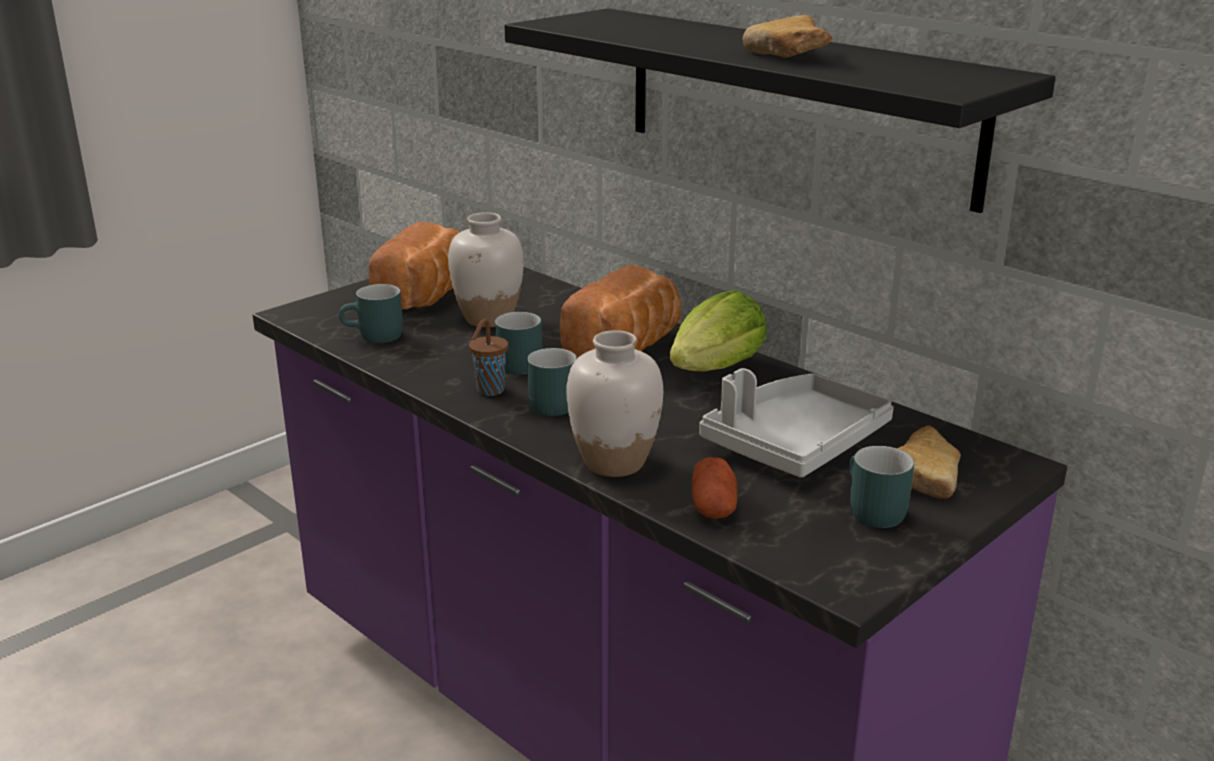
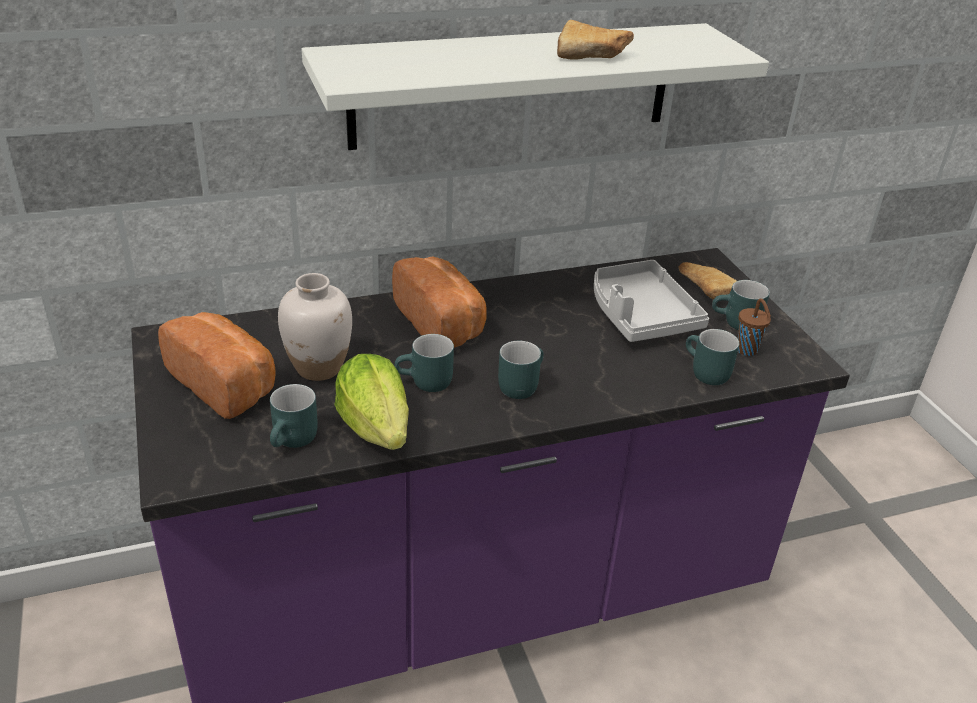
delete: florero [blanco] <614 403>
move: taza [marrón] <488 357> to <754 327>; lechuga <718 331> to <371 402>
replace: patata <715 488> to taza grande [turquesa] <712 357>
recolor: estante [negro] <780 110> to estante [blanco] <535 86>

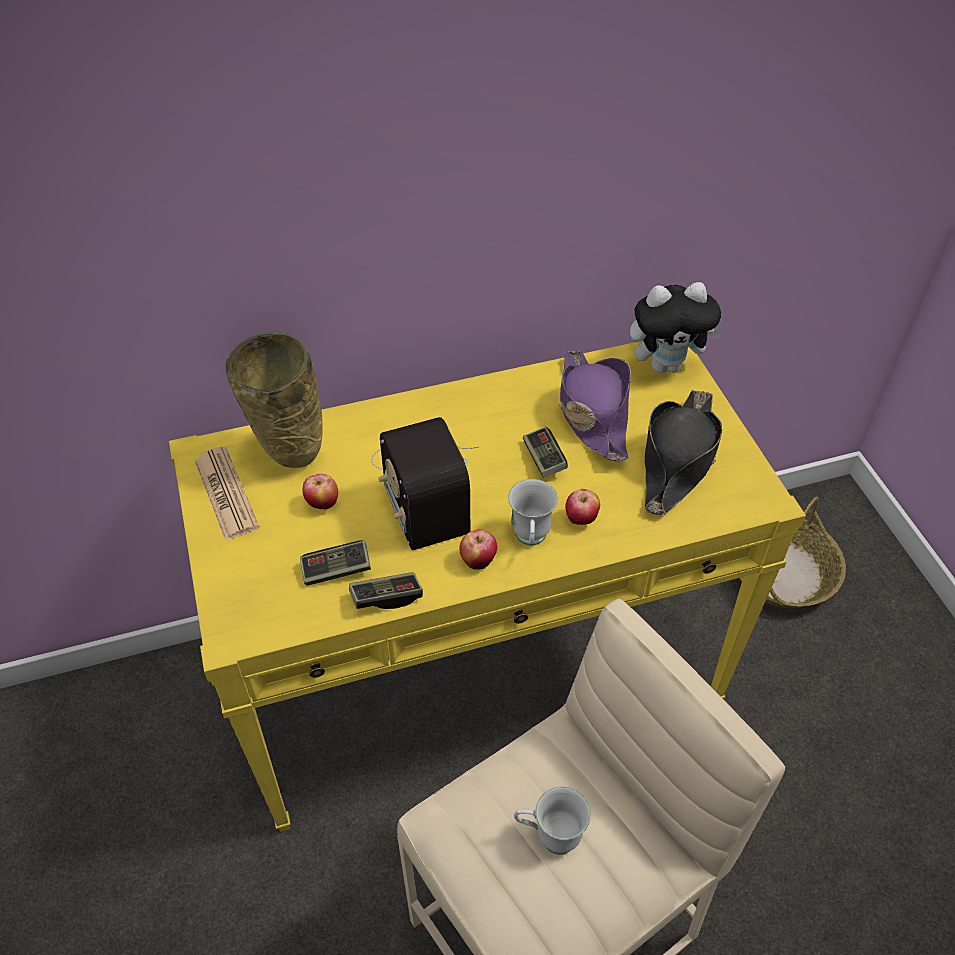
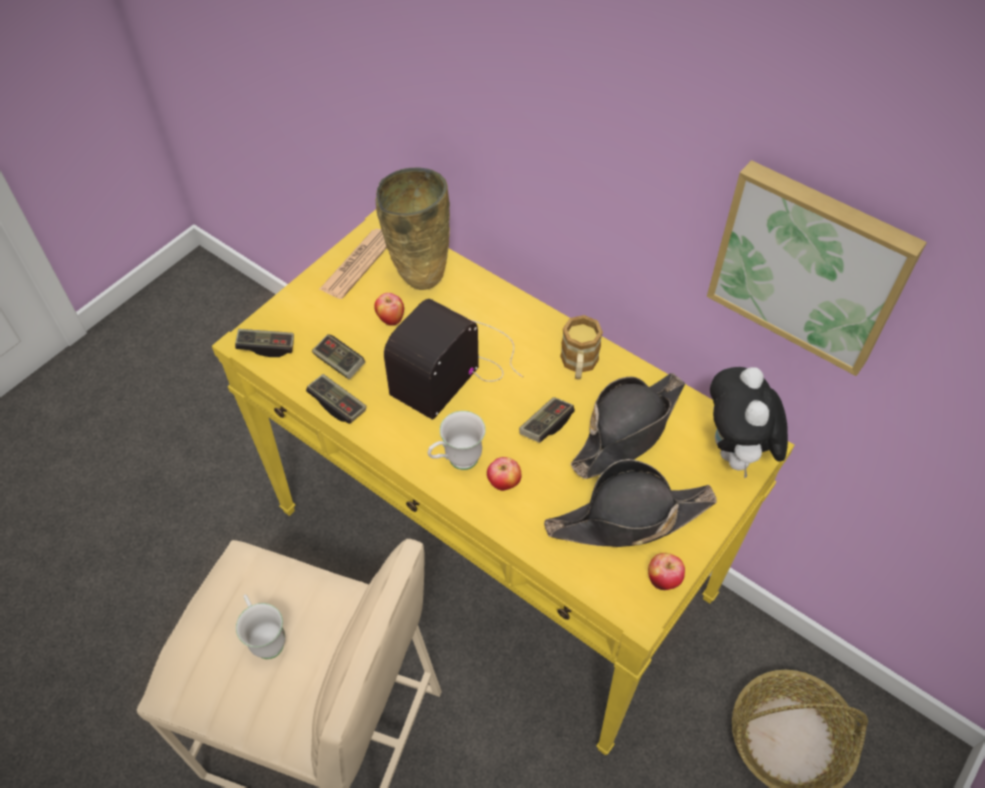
insert: mando de consola <264 343>; taza grande <581 347>; cuadro <817 268>
move: manzana <478 549> to <666 571>
recolor: sombrero [morado] <595 405> to sombrero [negro] <628 426>
rotate: peluche <676 327> = <749 423> 45 degrees clockwise

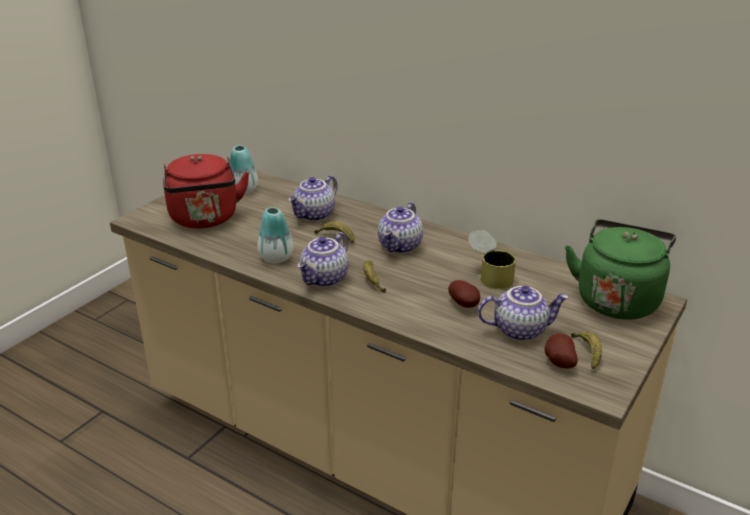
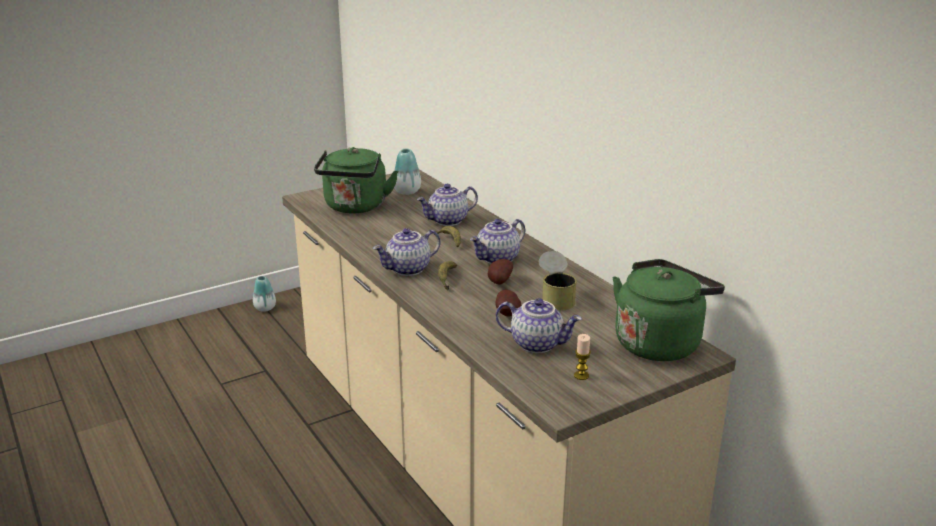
move: florero <275 235> to <264 294>; patata <561 351> to <500 272>
replace: plátano <586 350> to vela <582 357>
recolor: hervidor [rojo] <206 191> to hervidor [verde] <356 180>

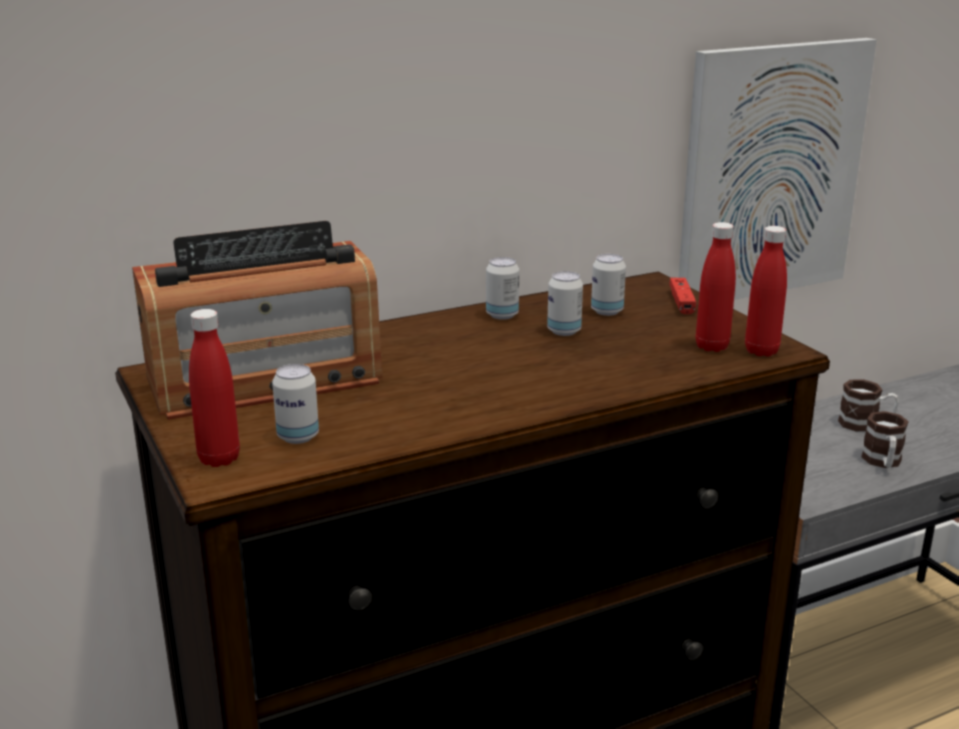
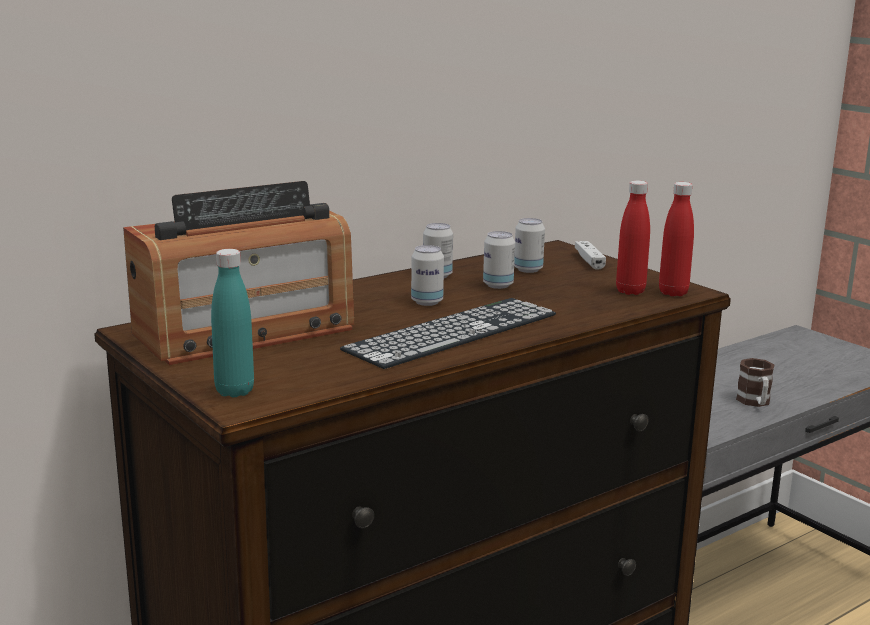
delete: cuadro <777 169>; taza grande <868 405>
insert: teclado <448 333>
move: lata <295 404> to <427 275>
recolor: botella [rojo] <214 388> to botella [turquesa] <232 323>; mando de consola [rojo] <682 296> to mando de consola [blanco] <590 255>

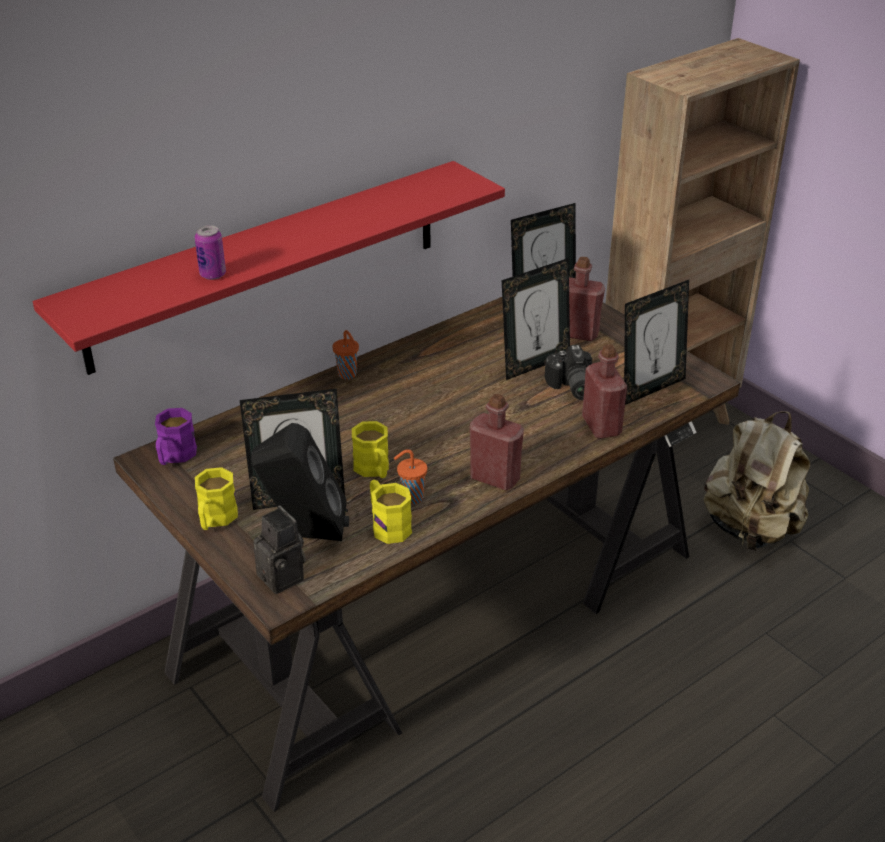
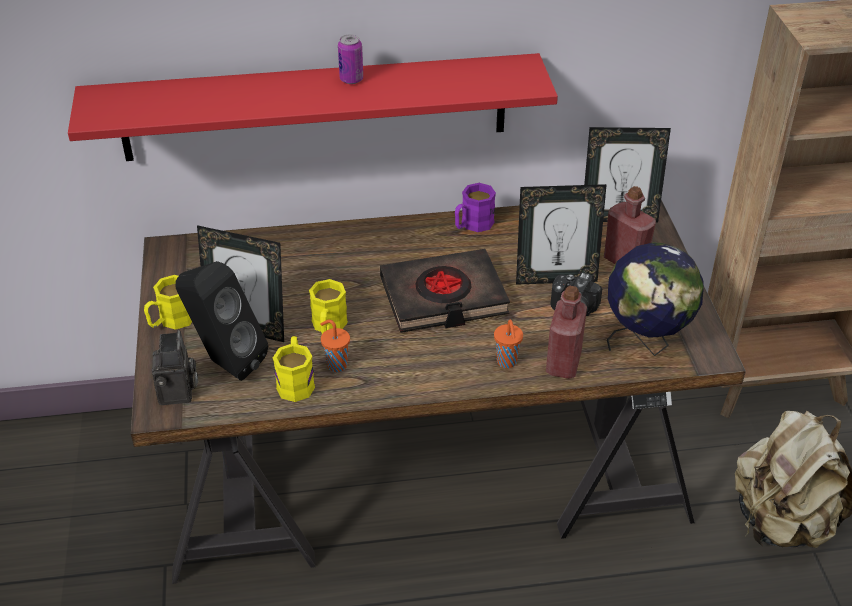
delete: botella [rojo] <497 442>
insert: libro [negro] <445 291>
move: taza grande [morado] <176 436> to <475 207>; lata <210 252> to <350 59>; taza [naranja] <345 354> to <508 343>
replace: portarretratos <656 342> to globo terráqueo <655 299>

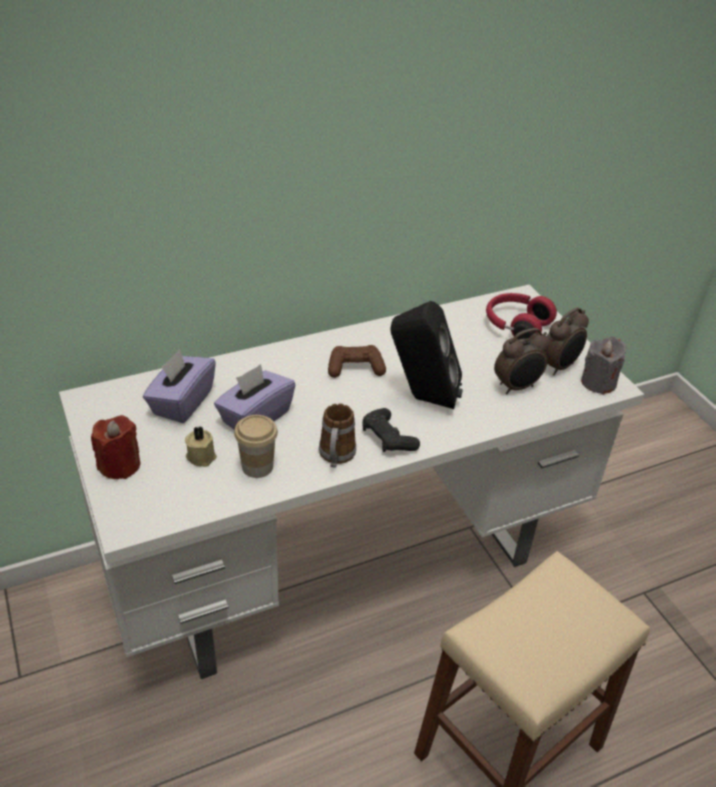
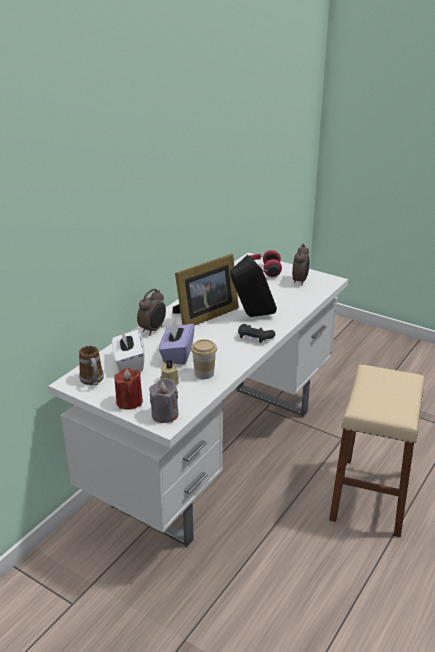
move: taza grande <337 435> to <91 366>; despertador <521 361> to <151 312>; vela [gris] <603 366> to <164 400>
replace: mando de consola [marrón] <357 361> to portarretratos <206 289>
recolor: caja de pañuelos [morado] <179 386> to caja de pañuelos [blanco] <128 350>

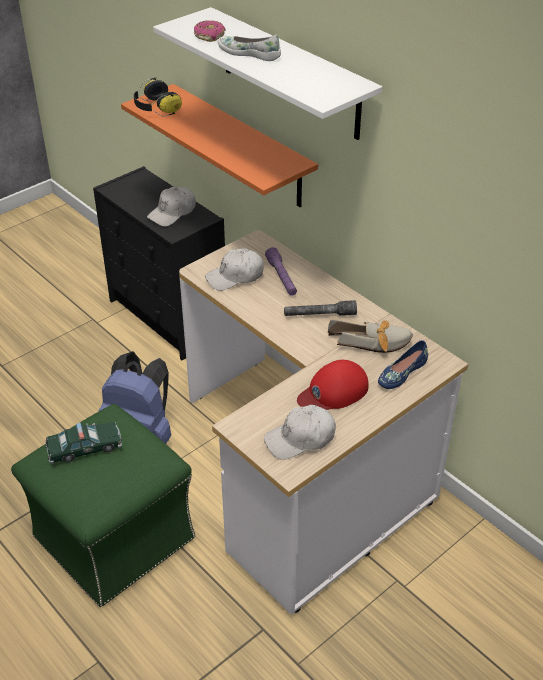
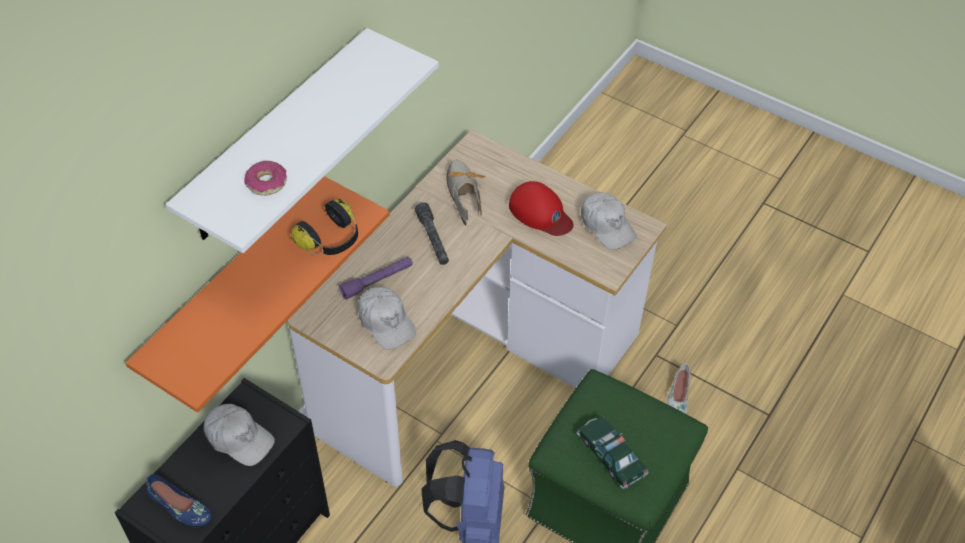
move: auriculares <158 97> to <324 227>; zapato [blanco] <249 48> to <679 389>; zapato [azul] <403 364> to <179 500>

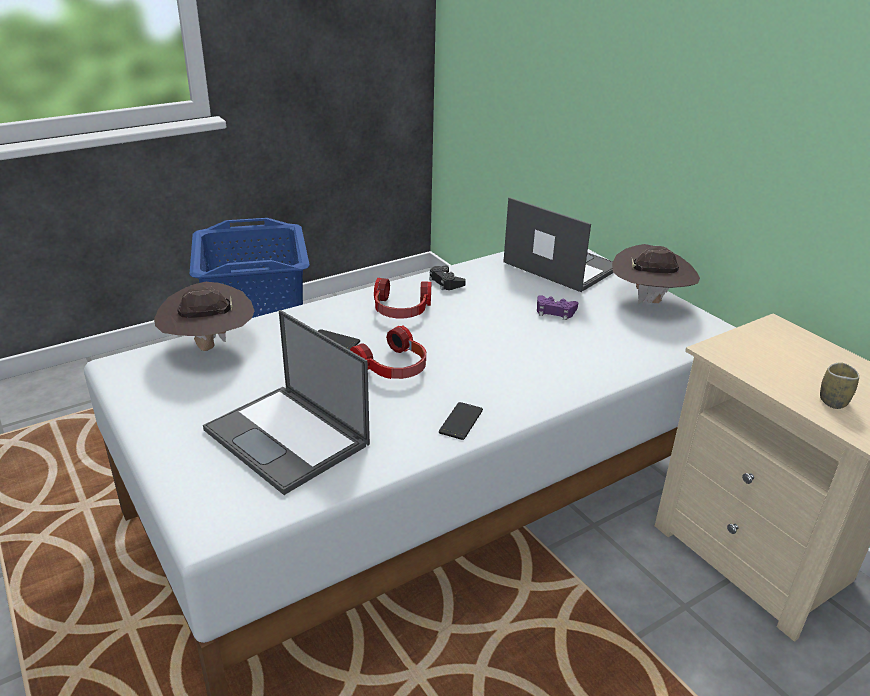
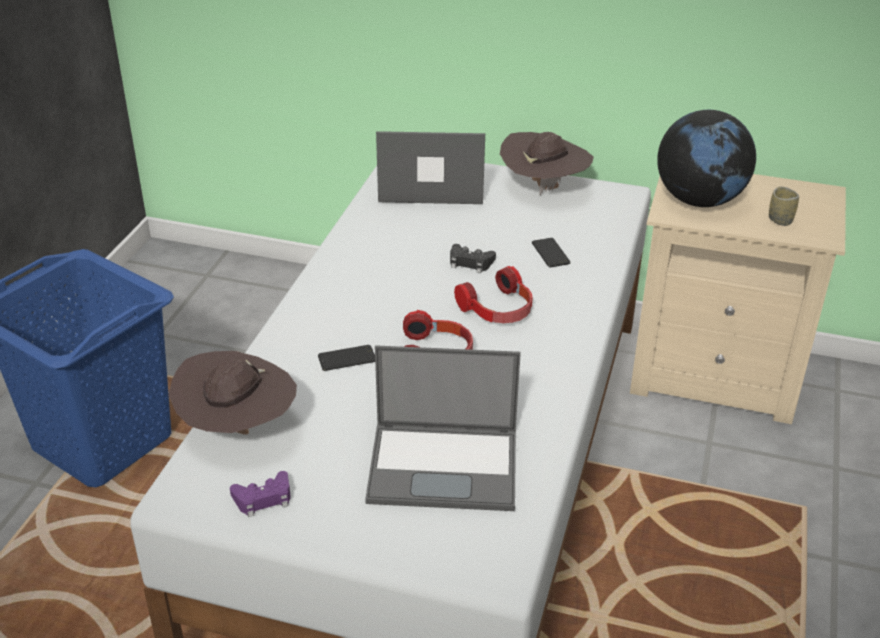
insert: globo terráqueo <706 158>
move: auriculares <402 298> to <493 294>; mando de consola [negro] <447 278> to <473 258>; móvil <461 421> to <551 253>; mando de consola [morado] <557 307> to <260 494>

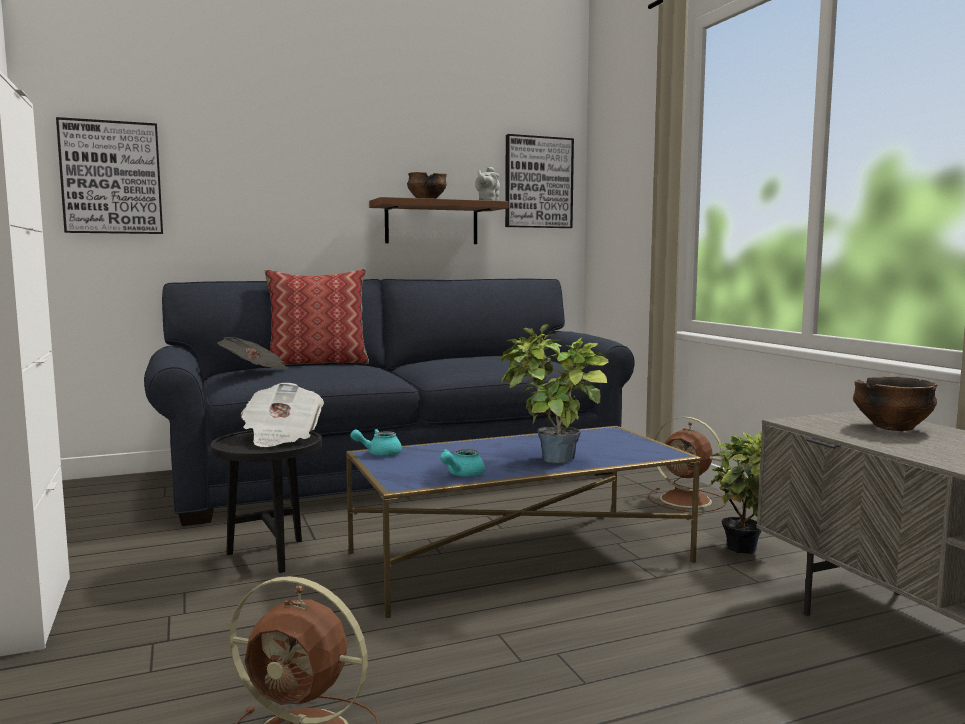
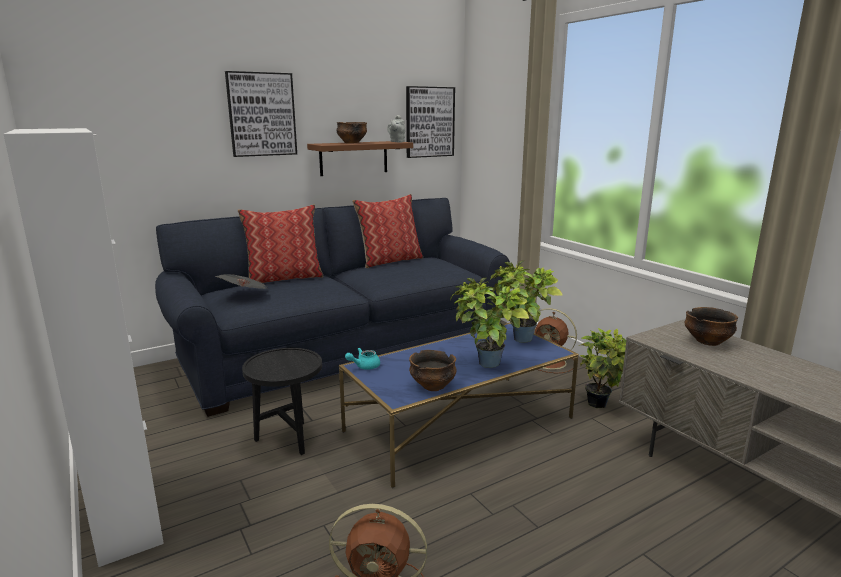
delete: periódico <282 415>
insert: cojín <387 231>; planta en maceta <525 301>
move: cuadro <109 175> to <261 114>
replace: tetera [turquesa] <462 463> to cuenco <433 370>

